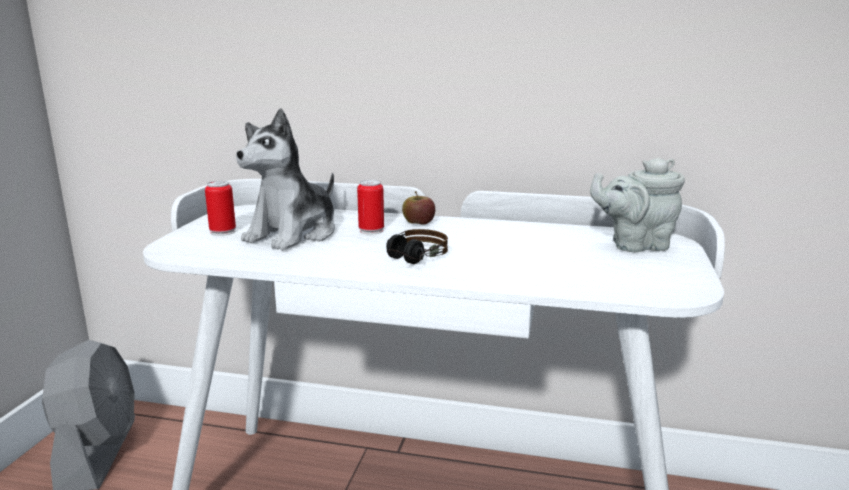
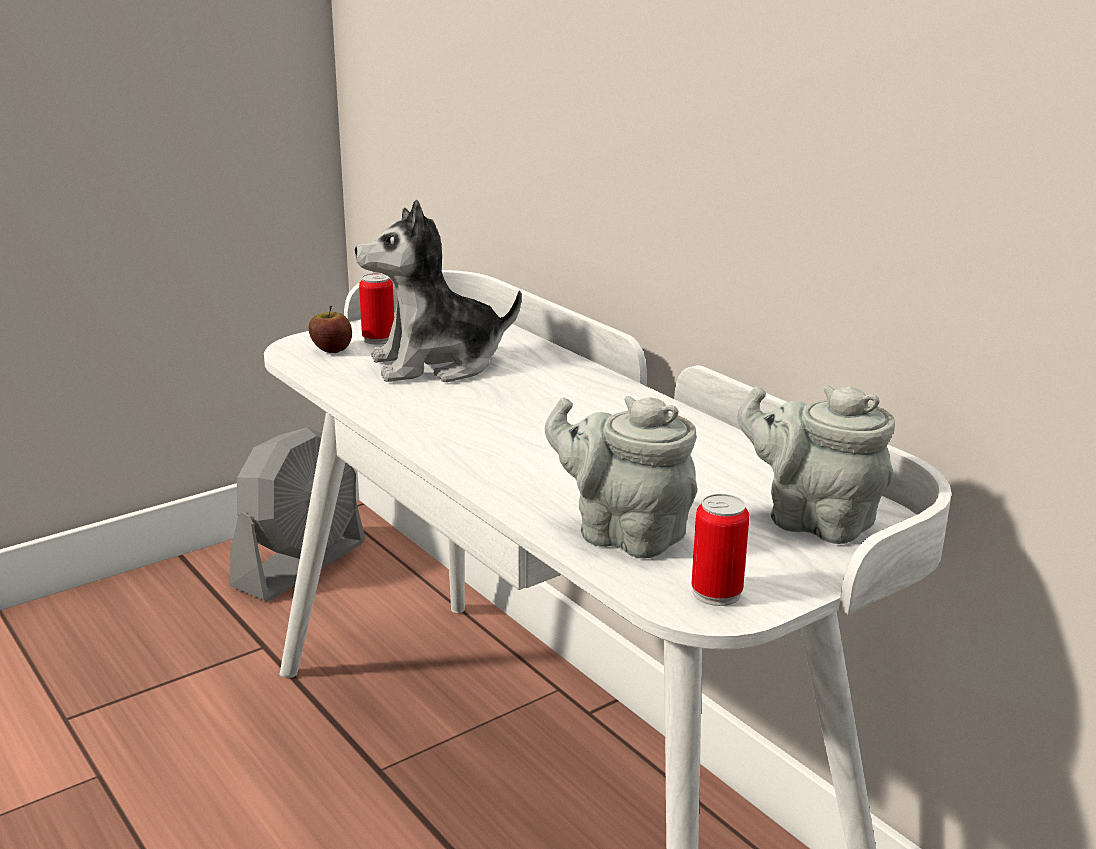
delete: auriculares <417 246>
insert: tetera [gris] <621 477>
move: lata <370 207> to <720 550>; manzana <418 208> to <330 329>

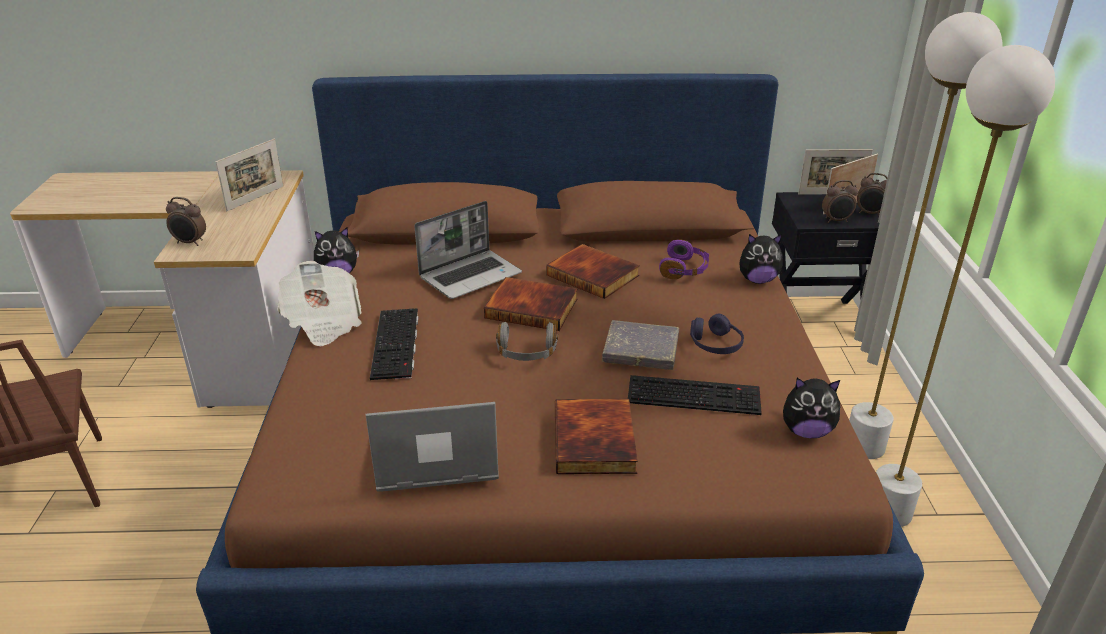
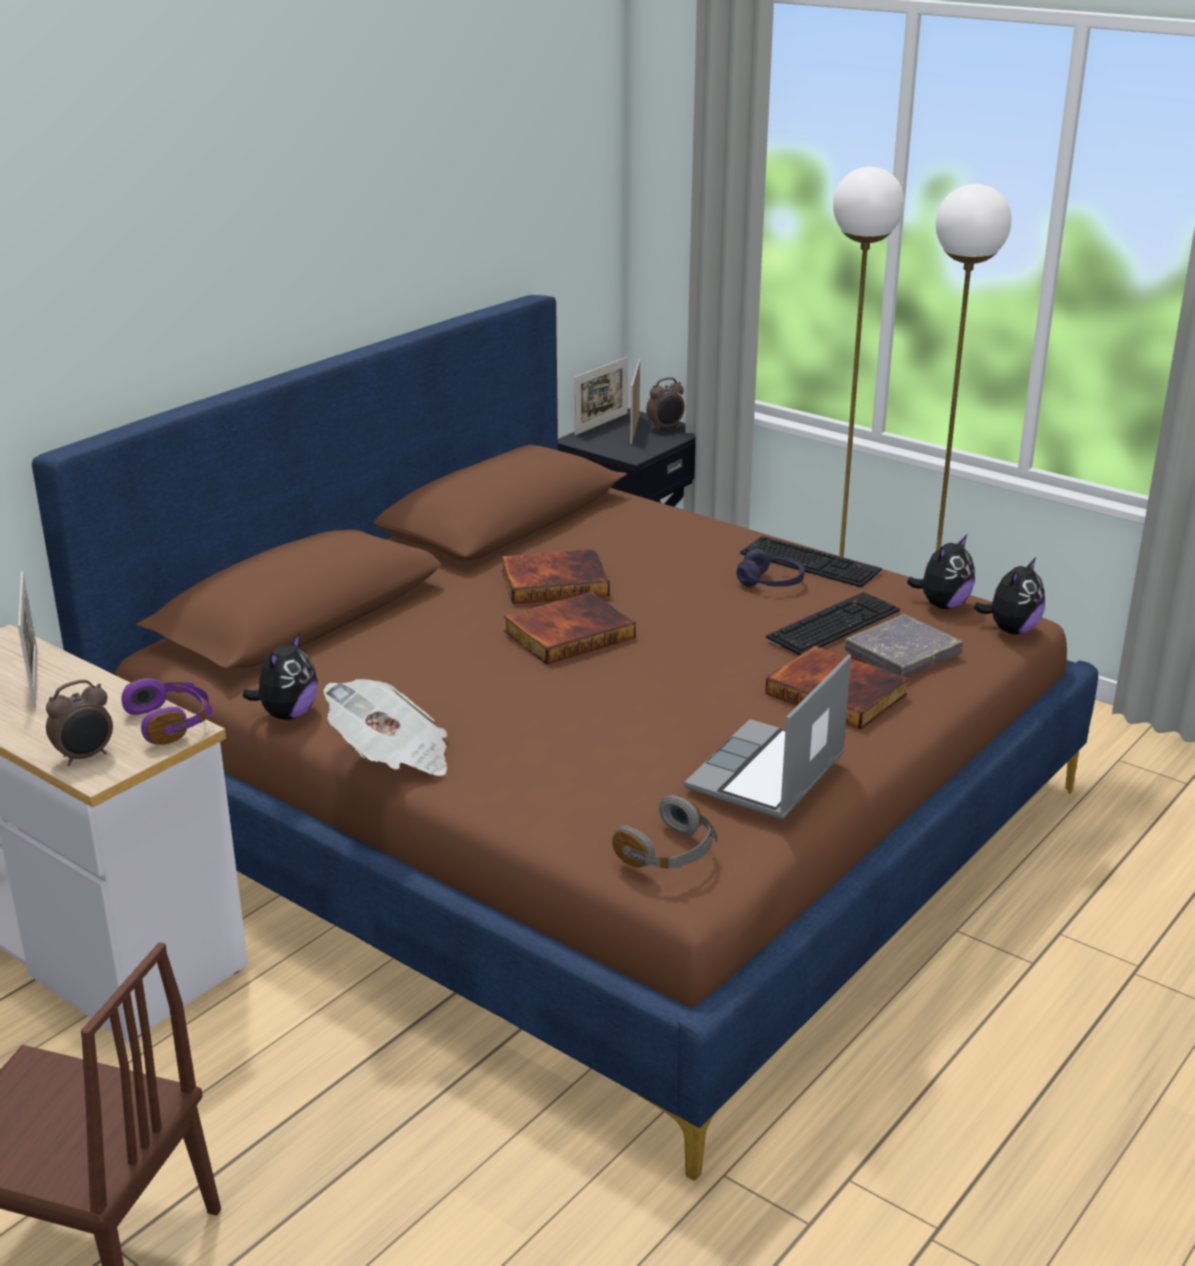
delete: portátil <468 250>; despertador <840 201>
move: teclado <394 344> to <811 561>; auriculares [gris] <527 341> to <665 832>; libro [gris] <640 345> to <903 646>; auriculares [morado] <684 259> to <167 711>; peluche <761 259> to <1009 596>

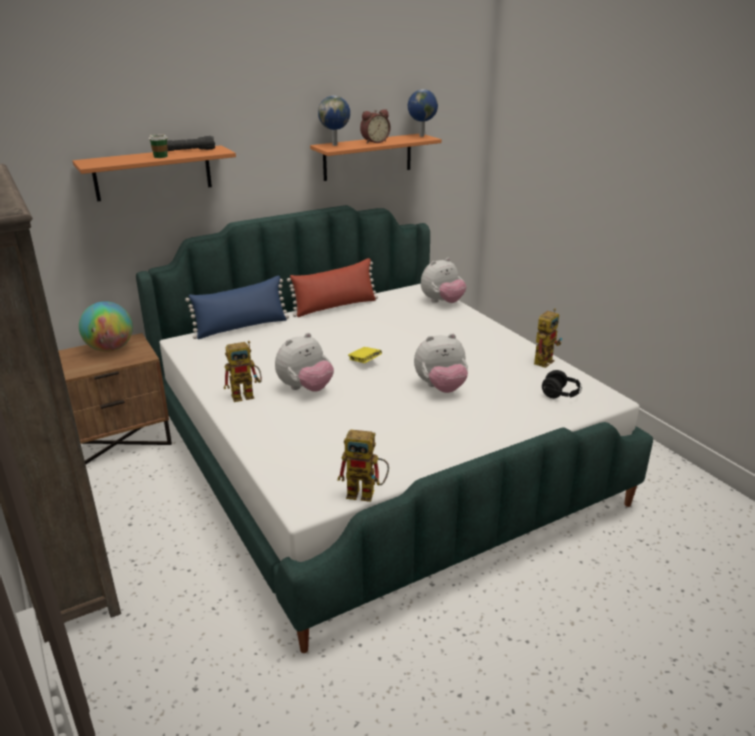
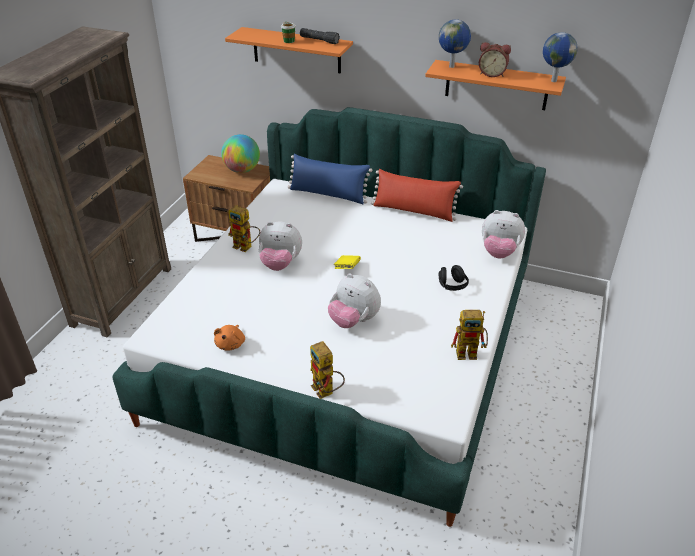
insert: peluche [naranja] <229 338>
move: robot de juguete <363 466> to <327 370>; auriculares [negro] <562 384> to <454 278>

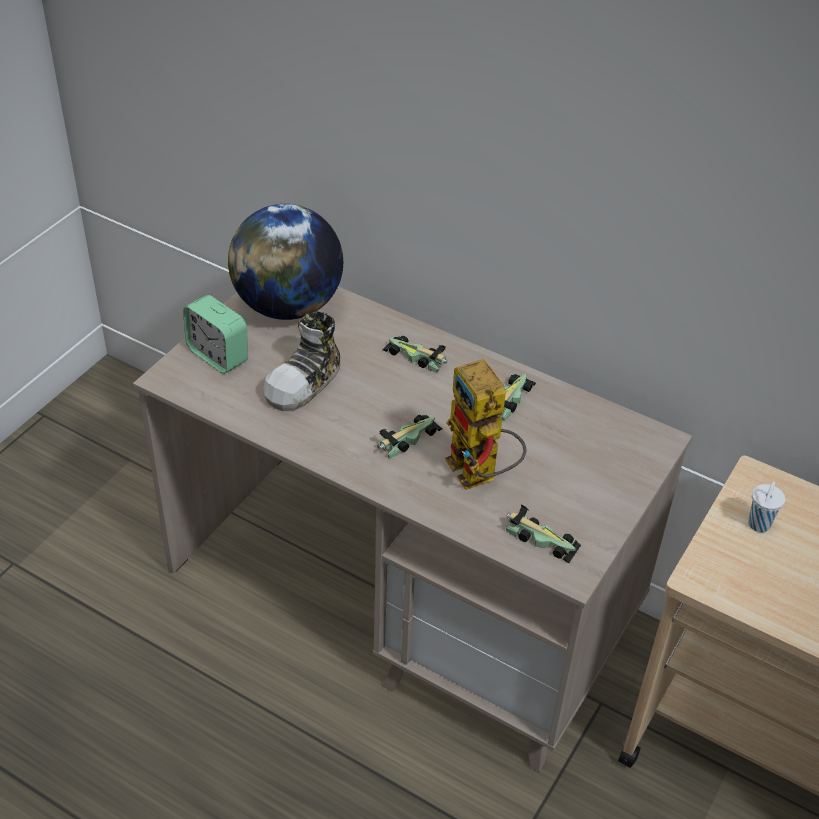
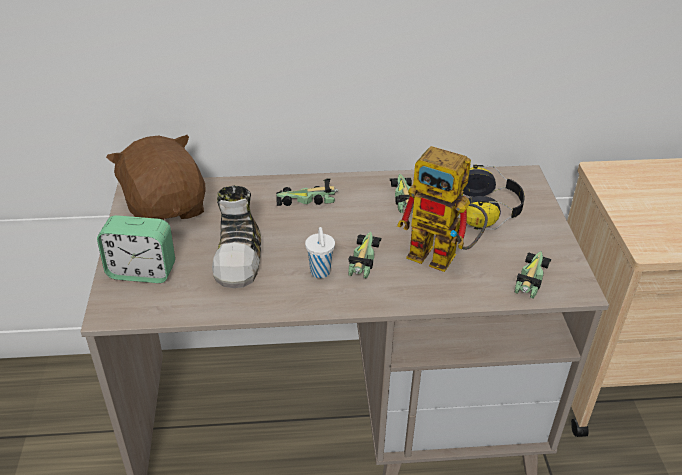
insert: auriculares <494 197>
move: taza [blanco] <766 506> to <320 252>
replace: globo terráqueo <285 262> to peluche [marrón] <156 177>
rotate: coche de juguete <543 534> = <532 274> 60 degrees counterclockwise

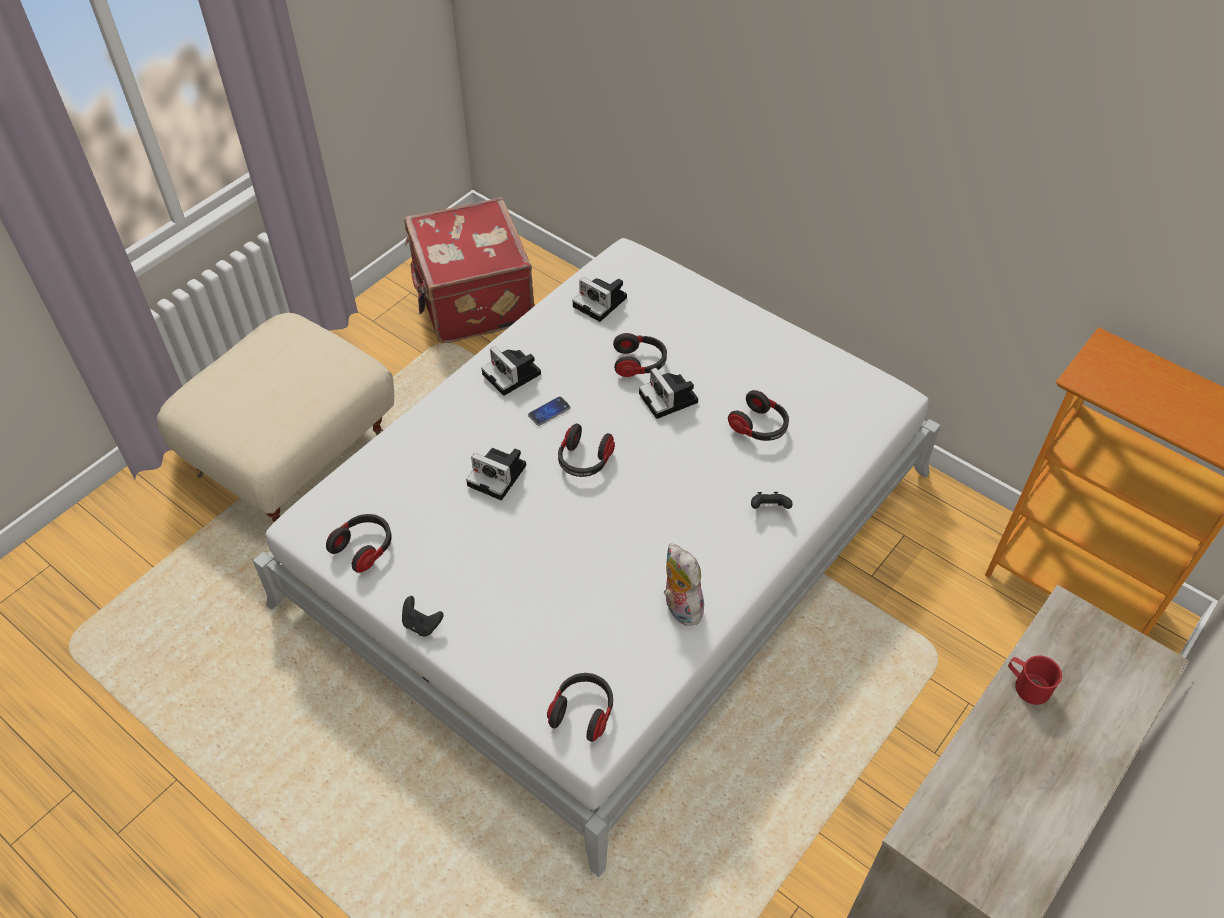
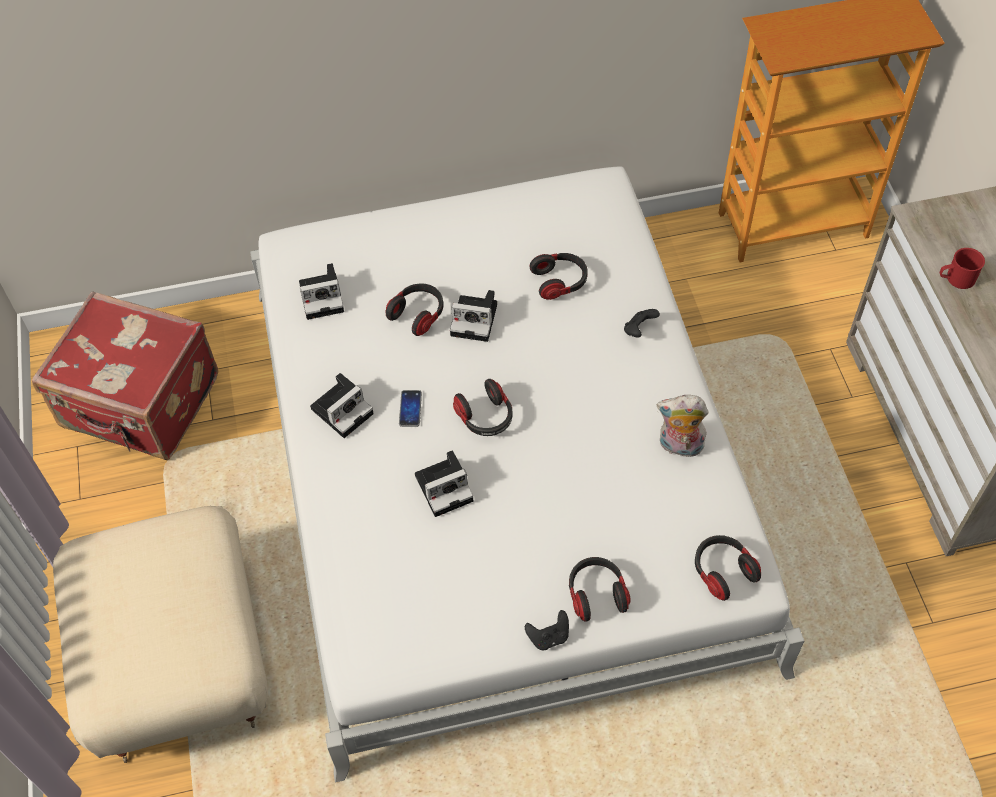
move: auriculares <358 543> to <600 589>
rotate: cámara <511 371> = <341 405> 45 degrees counterclockwise

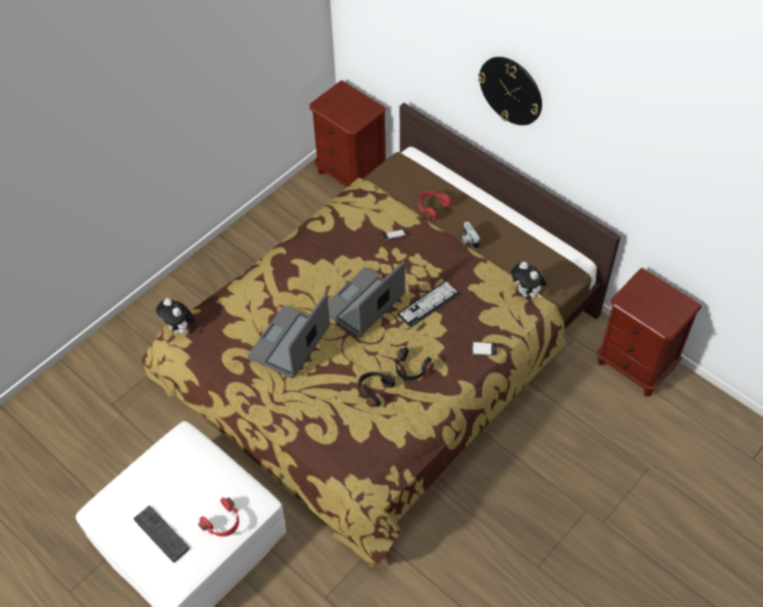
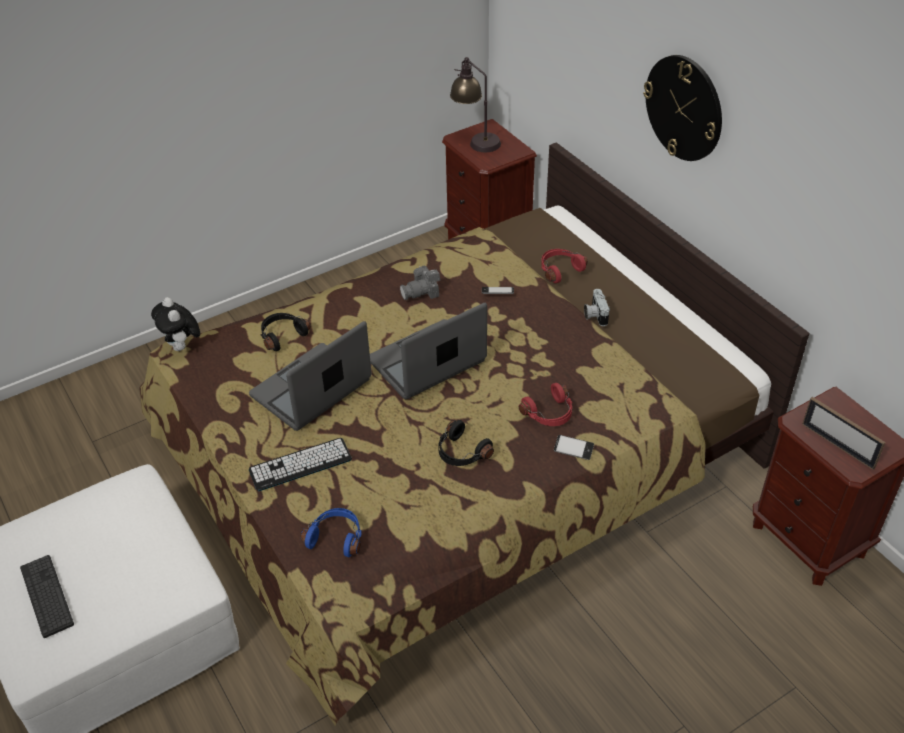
delete: peluche <529 280>
insert: auriculares [azul] <331 532>; cámara <420 283>; lámpara de mesa <475 104>; portarretratos <844 433>
move: auriculares [rojo] <218 517> to <546 404>; auriculares [negro] <376 389> to <286 332>; teclado <428 304> to <300 464>

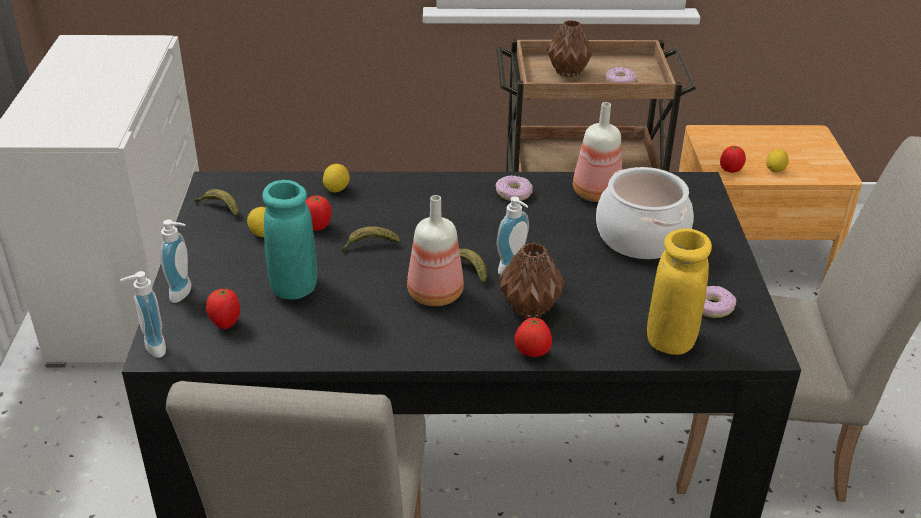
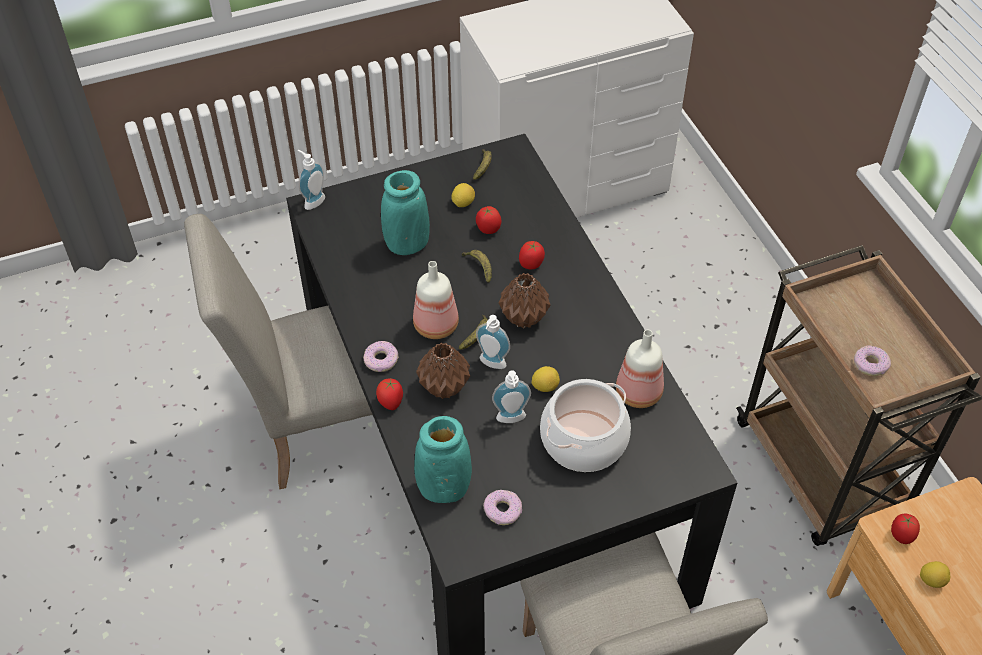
move: dispensador de jabón <175 261> to <511 396>; tomate <223 308> to <532 255>; limón <336 178> to <546 379>; rosquilla <514 188> to <381 356>; florero [marrón] <570 48> to <524 301>
recolor: florero [amarillo] <679 291> to florero [turquesa] <443 459>

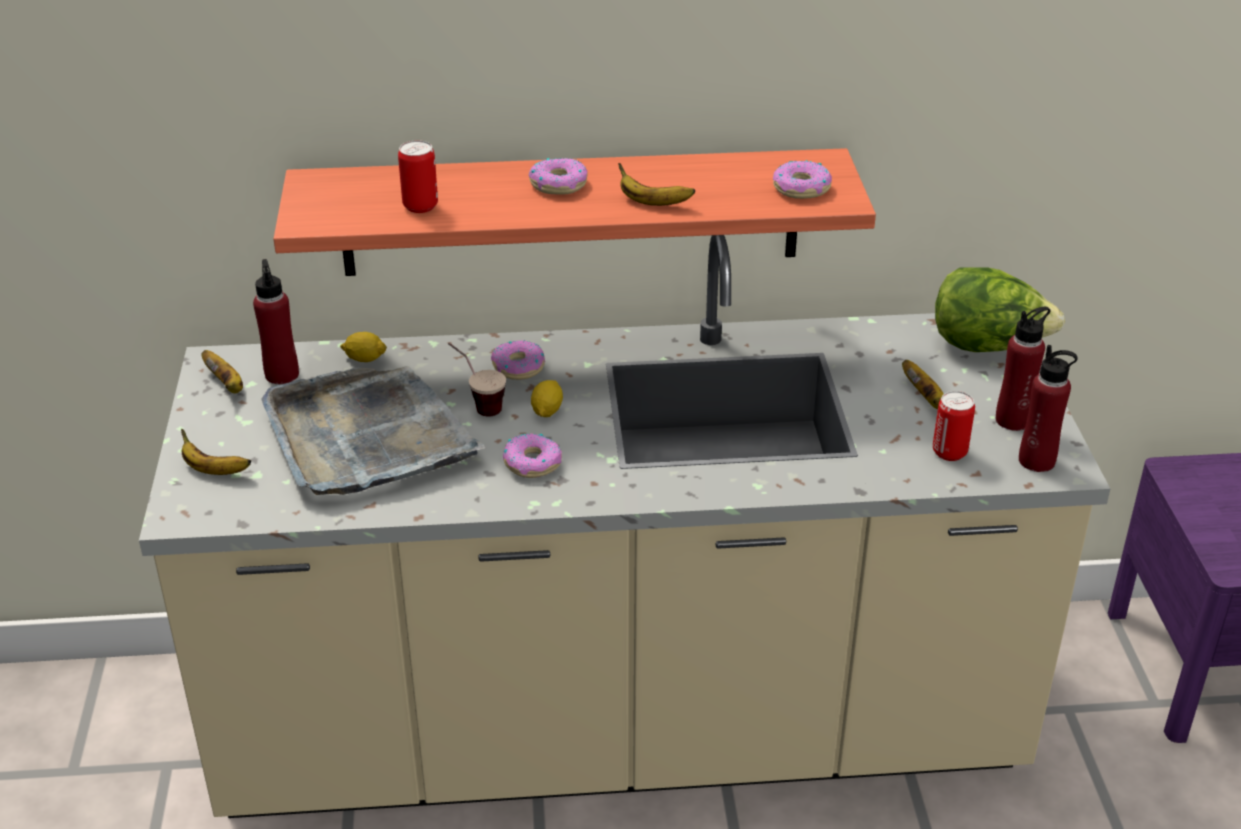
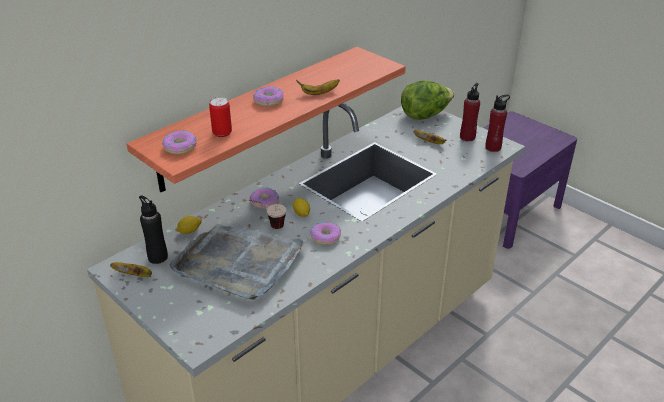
delete: plátano <216 452>; lata <954 426>
move: rosquilla <802 179> to <179 142>
recolor: botella [rojo] <276 321> to botella [negro] <153 229>

